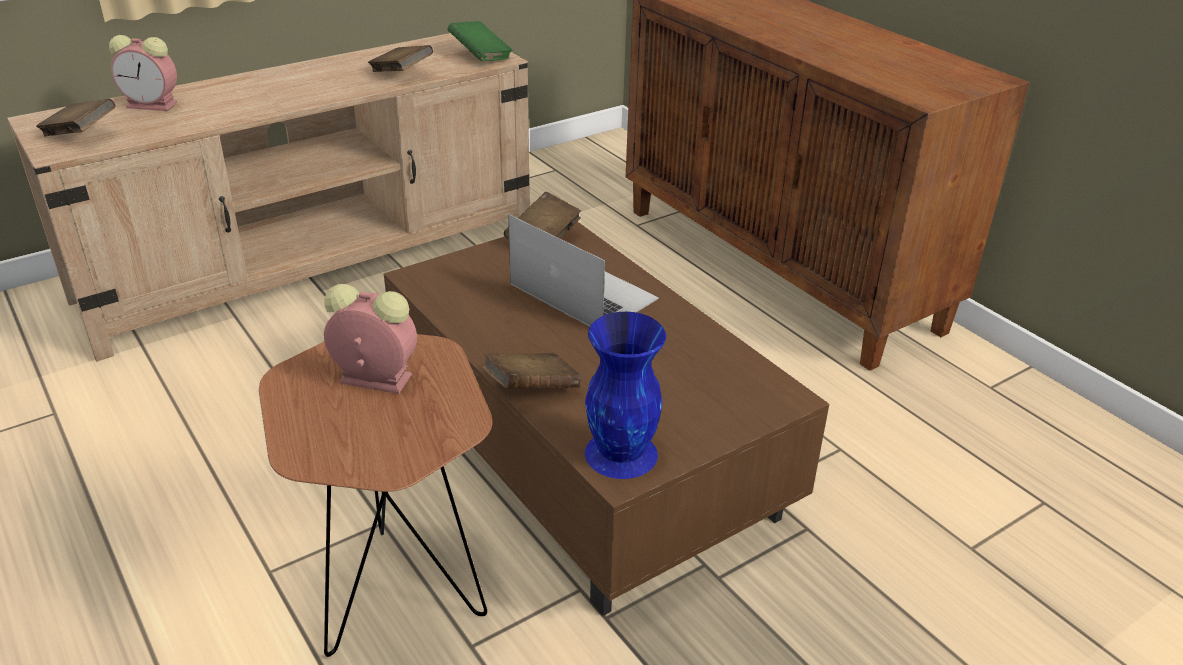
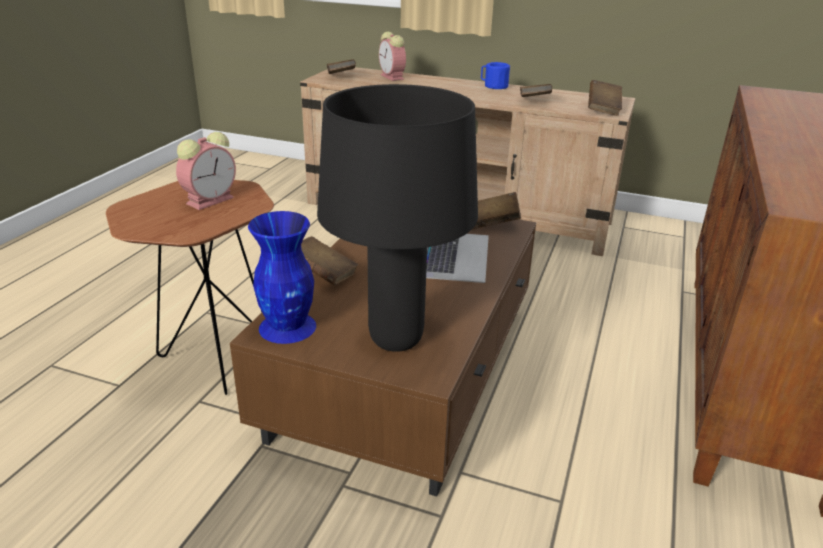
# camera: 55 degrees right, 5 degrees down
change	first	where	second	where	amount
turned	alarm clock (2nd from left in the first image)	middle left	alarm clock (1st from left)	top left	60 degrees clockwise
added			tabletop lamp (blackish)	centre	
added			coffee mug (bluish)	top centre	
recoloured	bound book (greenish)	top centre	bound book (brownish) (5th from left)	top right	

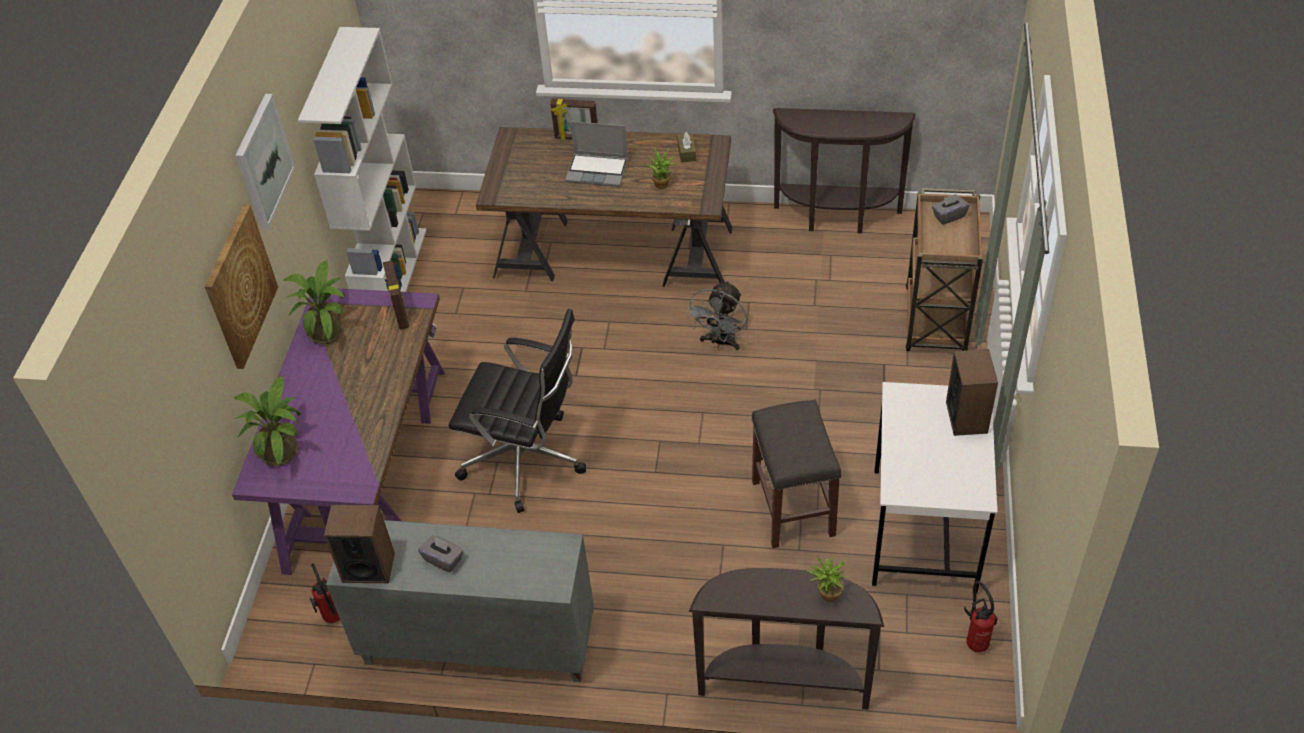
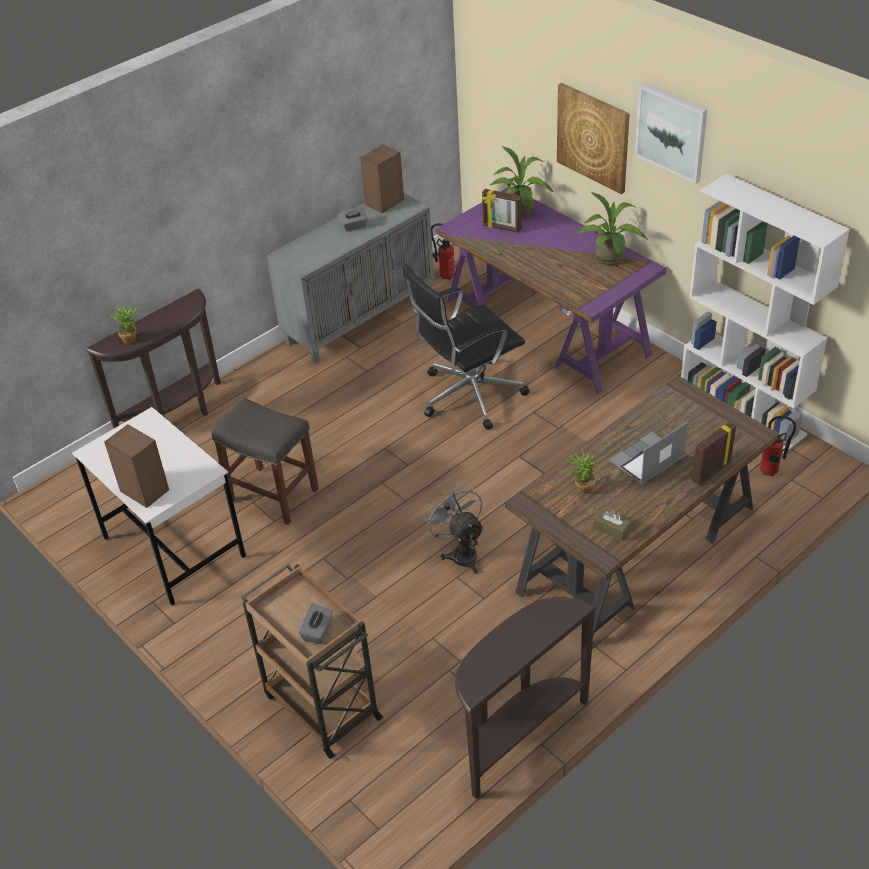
# camera: 130 degrees right, 5 degrees down
change	first	where	second	where	amount
moved	photo frame (1st from left)	middle left		top centre	
moved	fire extinguisher (2nd from left)	bottom right		middle right	

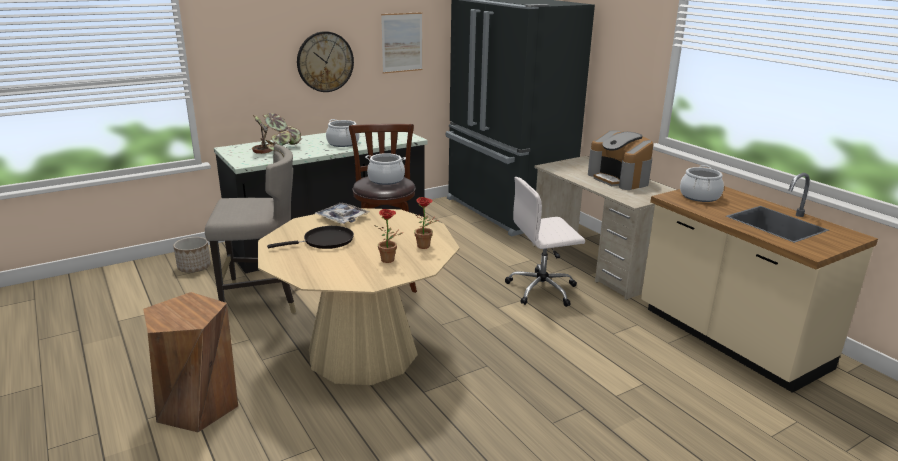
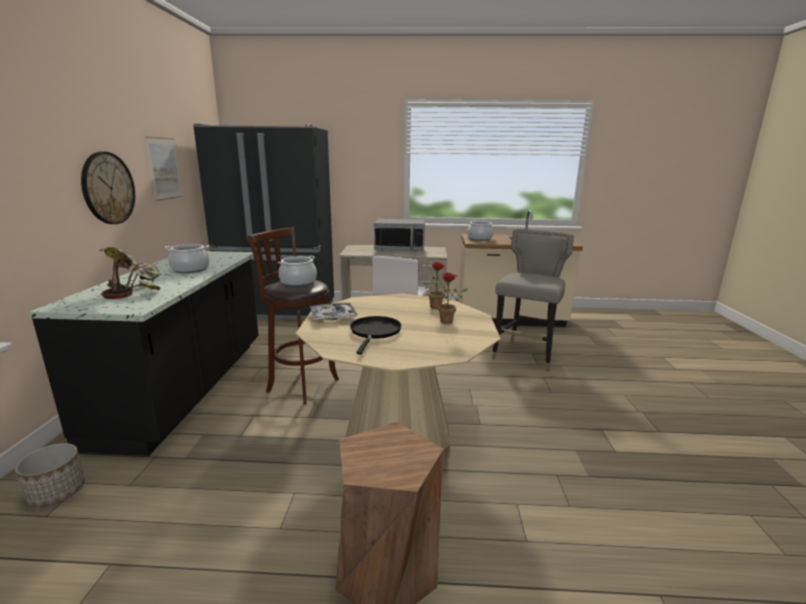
# camera: 55 degrees left, 5 degrees down
change	first	where	second	where	amount
replaced	coffee brewer	middle right	microwave oven	centre	
moved	stool (greyish)	middle left		centre	

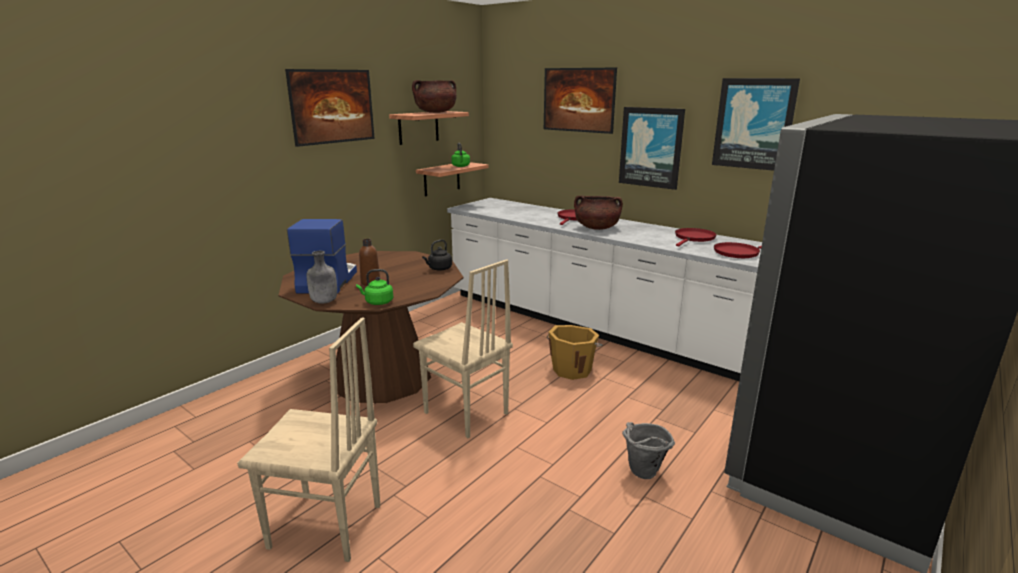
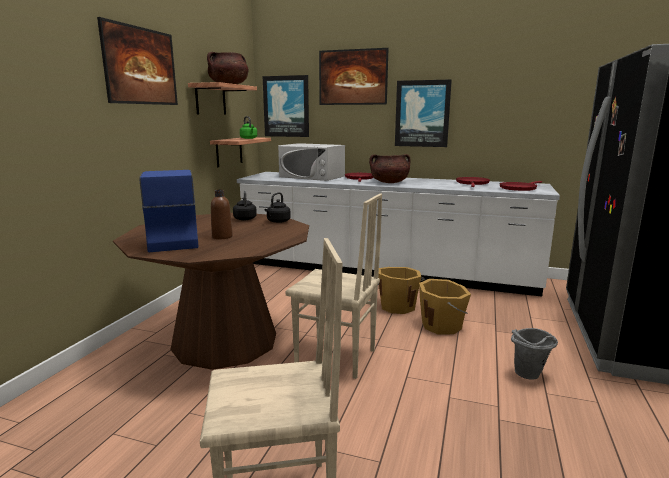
# camera: 20 degrees left, 5 degrees down
change	first	where	second	where	amount
added			water kettle (blackish) (1st from left)	centre	
moved	wall picture (4th from left in the first image)	top right	wall picture (2nd from left)	top centre	
added			microwave oven (whitish)	centre	
added			pail (orangey) (2nd from left)	centre	
removed	drink bottle (greyish)	middle left			
removed	water kettle (greenish) (1st from left)	centre			

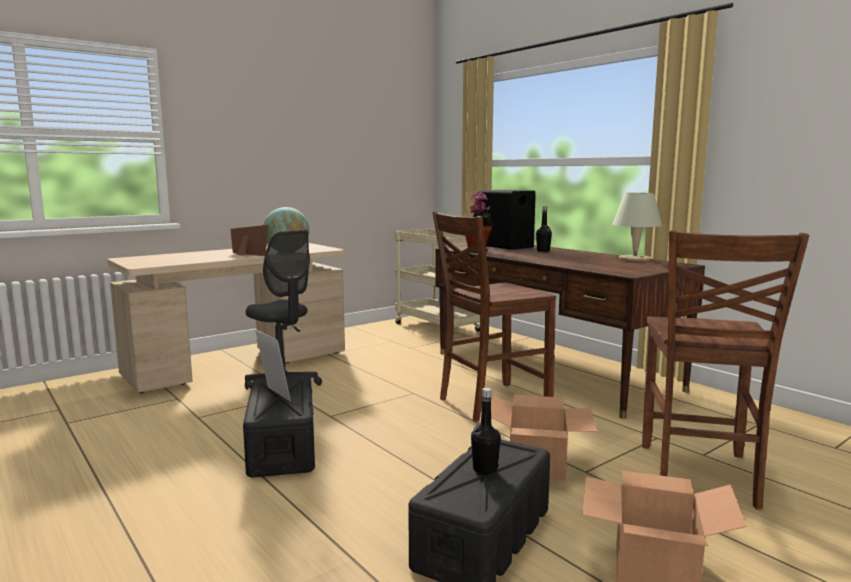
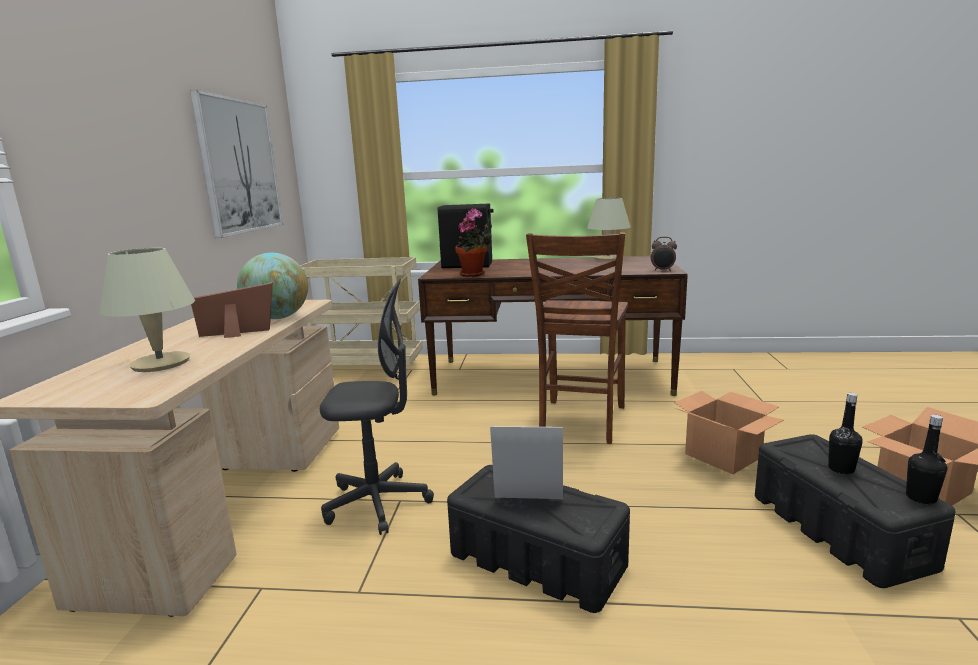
# camera: 45 degrees left, 5 degrees up
change	first	where	second	where	amount
added			tabletop lamp (beige) (1st from left)	middle left	
added			wall picture	top left	
added			alarm clock	middle right	
moved	drink bottle (blackish) (2nd from left)	centre		bottom right	
removed	chair (brownish) (2nd from left)	middle right			

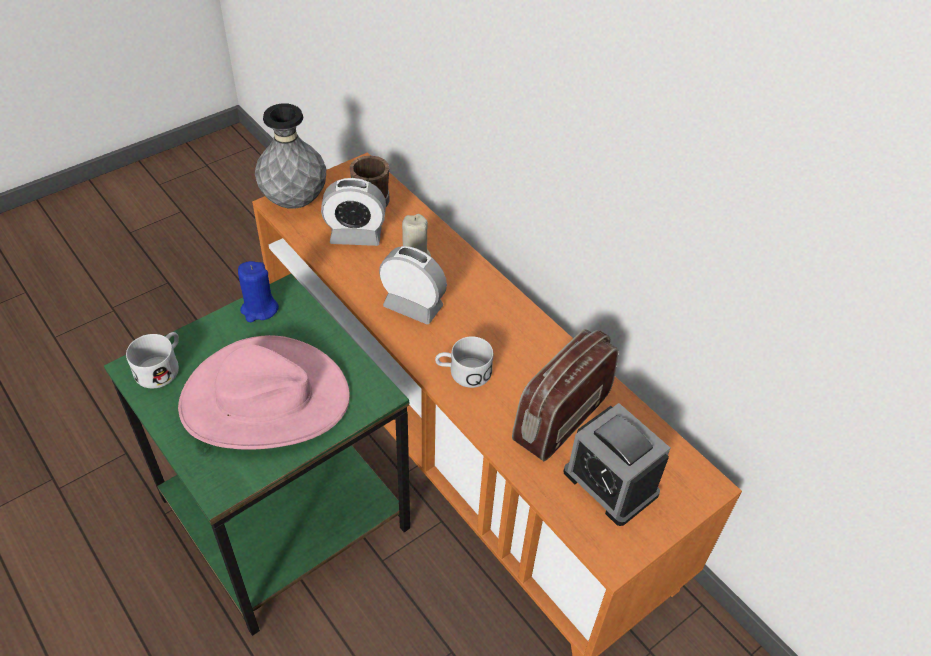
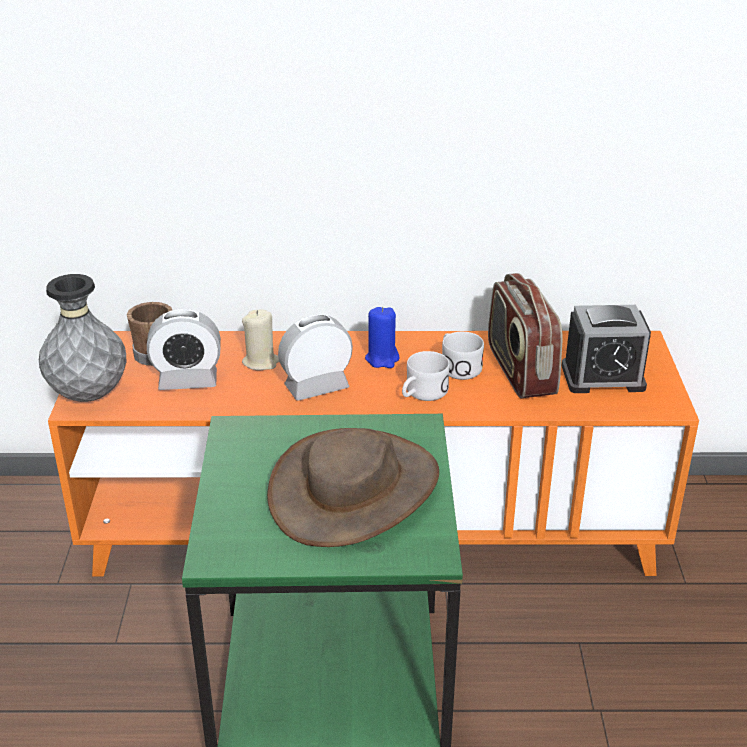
# camera: 50 degrees left, 15 degrees down
change	first	where	second	where	amount
turned	alarm clock (1st from left)	top centre		middle left	45 degrees clockwise
recoloured	clothing hat (pinkish)	middle left	clothing hat (brownish)	centre	
moved	wax light (bluish)	middle left		centre	
moved	coffee mug (whitish) (1st from left in the first image)	middle left	coffee mug (whitish) (2nd from left)	centre	

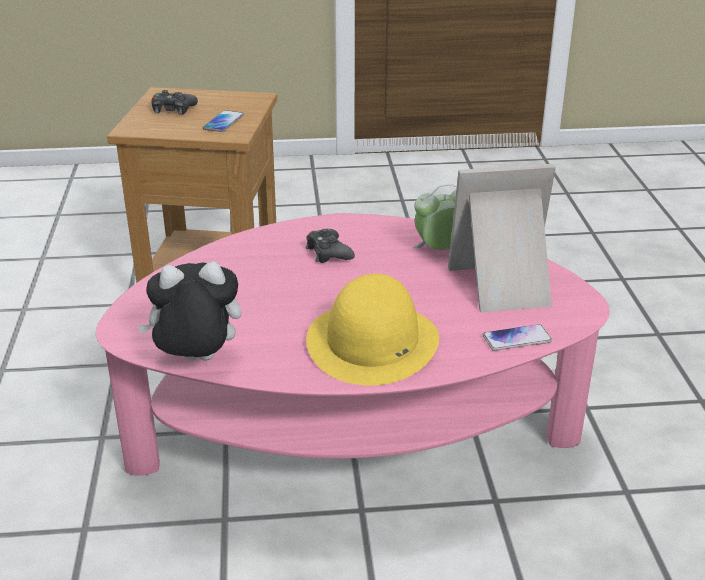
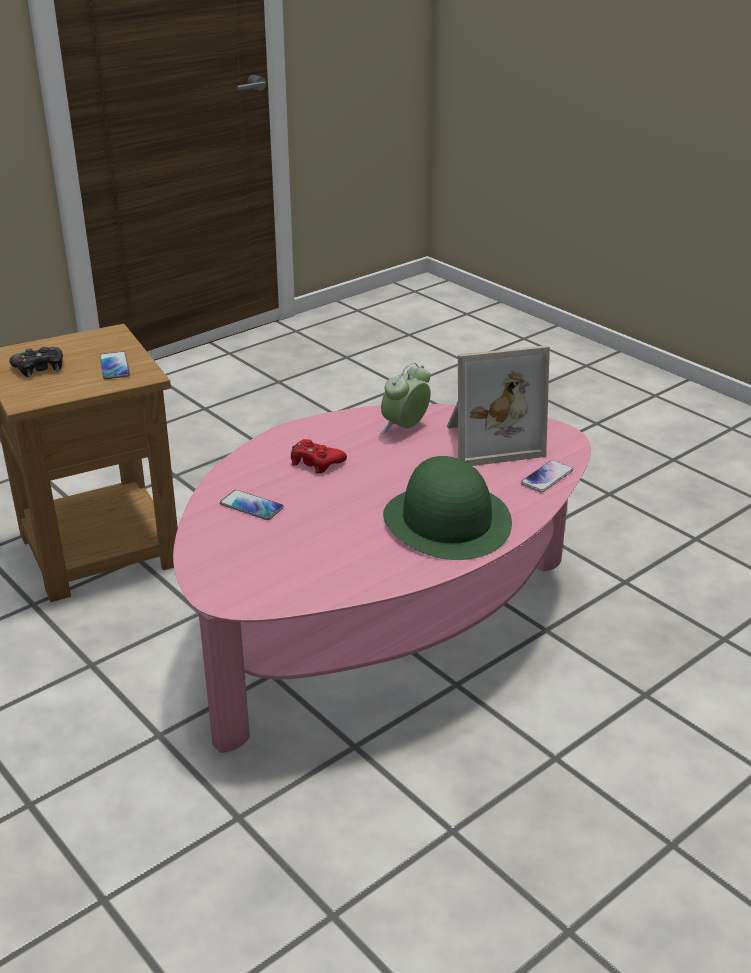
# camera: 35 degrees left, 0 degrees up
change	first	where	second	where	amount
added			phone (2nd from left)	centre	
recoloured	gamepad (blackish) (2nd from left)	centre	gamepad (reddish)	centre	
recoloured	clothing hat (yellow)	centre	clothing hat (greenish)	centre	
turned	photo frame	middle right		centre	150 degrees counterclockwise
removed	plush toy	middle left			

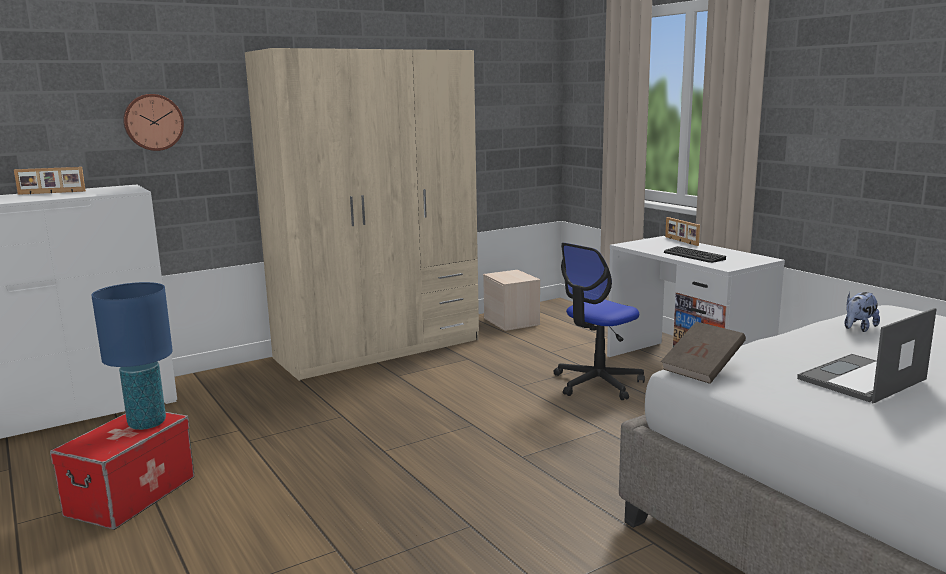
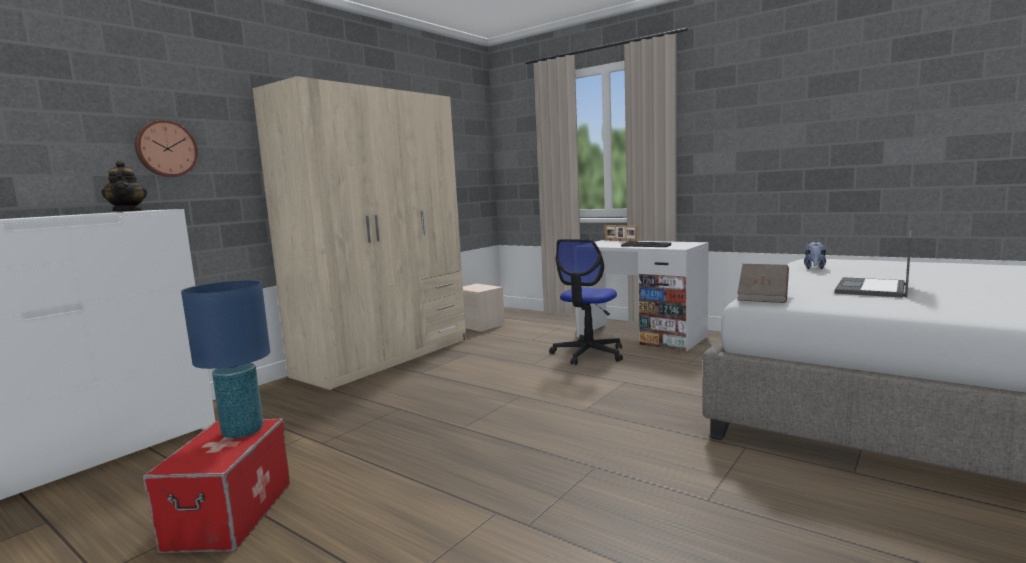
# camera: 20 degrees left, 5 degrees down
change	first	where	second	where	amount
added			tea pot	top left	
removed	photo frame (1st from left)	top left			

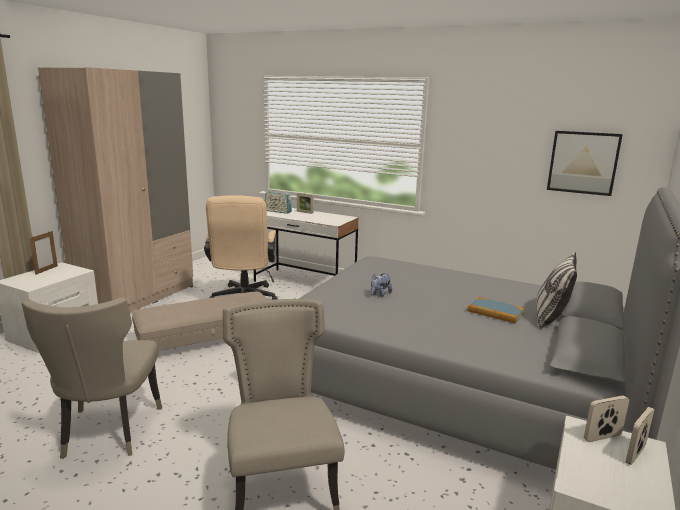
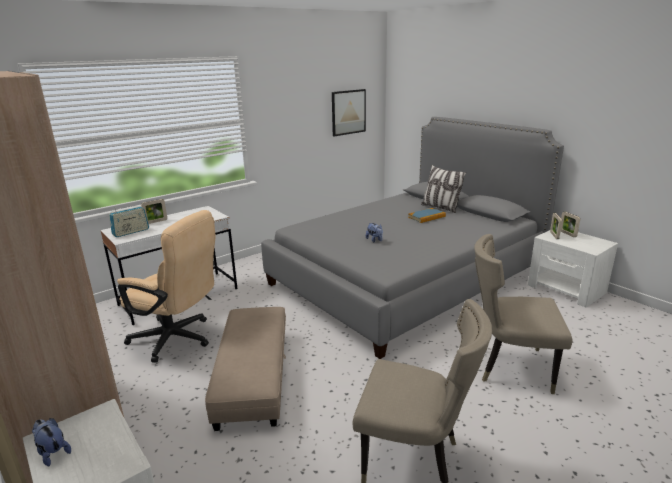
# camera: 65 degrees left, 5 degrees up
change	first	where	second	where	amount
replaced	photo frame (1st from left)	middle left	plush toy (1st from left)	bottom left	

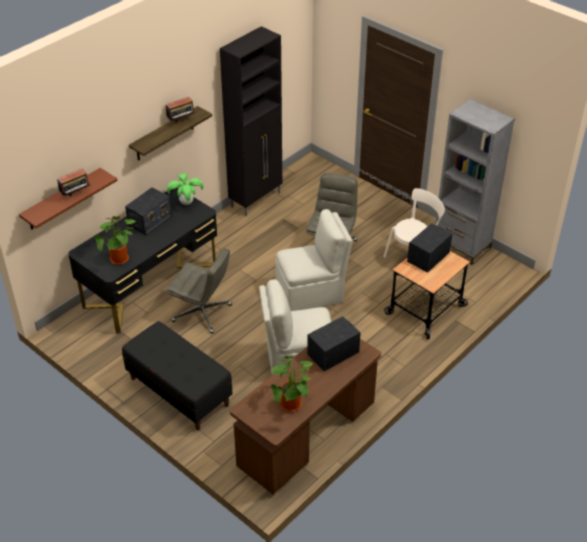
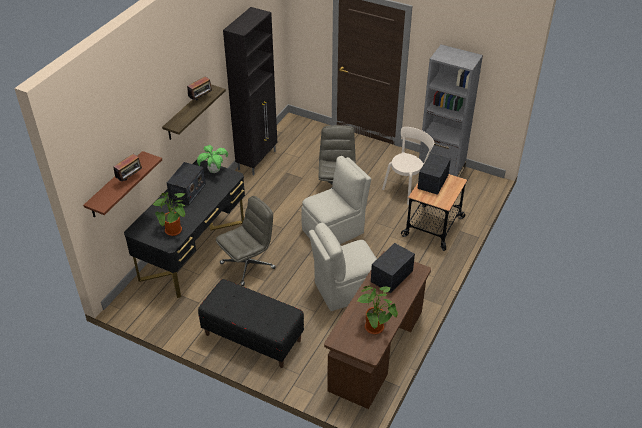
# camera: 15 degrees left, 0 degrees up
change	first	where	second	where	amount
turned	computer chair (greyish) (1st from left)	centre		centre	45 degrees counterclockwise

